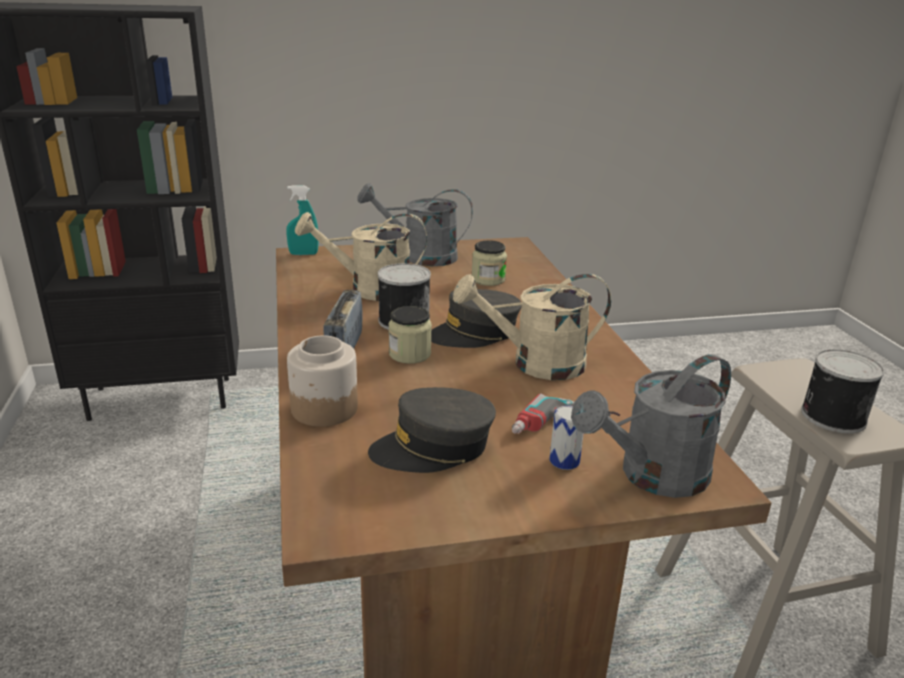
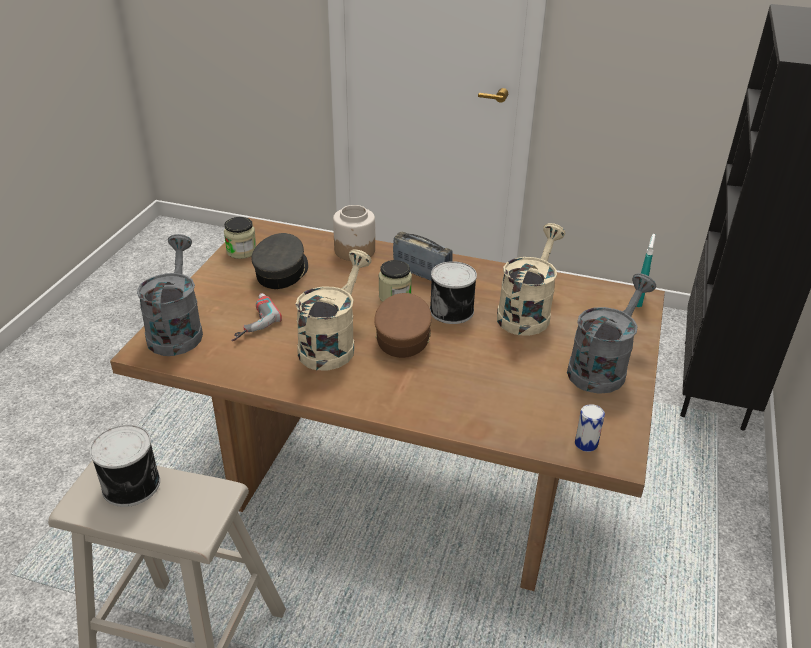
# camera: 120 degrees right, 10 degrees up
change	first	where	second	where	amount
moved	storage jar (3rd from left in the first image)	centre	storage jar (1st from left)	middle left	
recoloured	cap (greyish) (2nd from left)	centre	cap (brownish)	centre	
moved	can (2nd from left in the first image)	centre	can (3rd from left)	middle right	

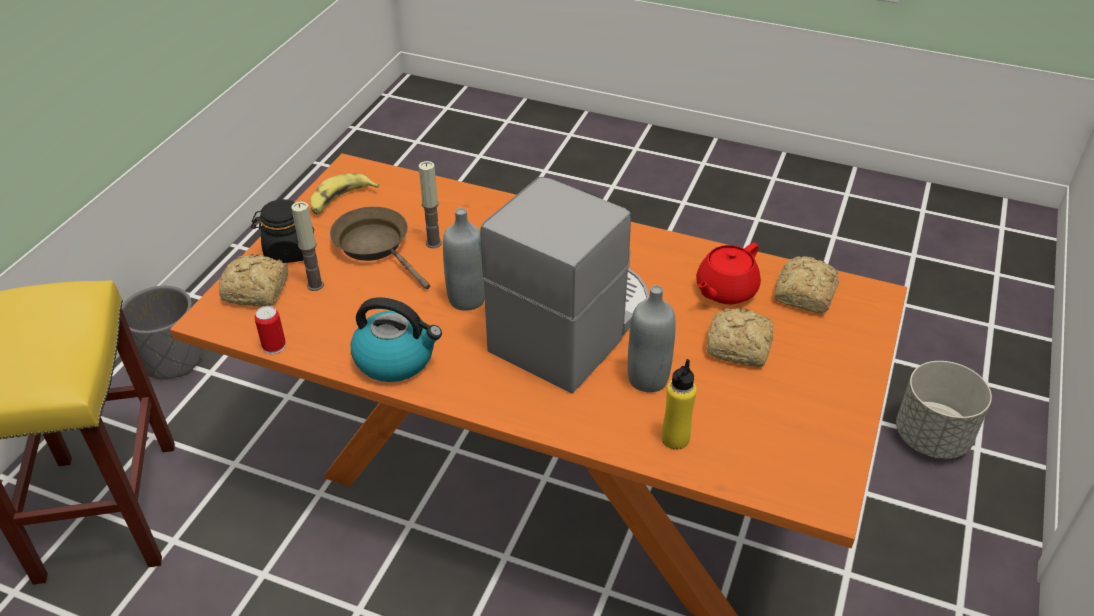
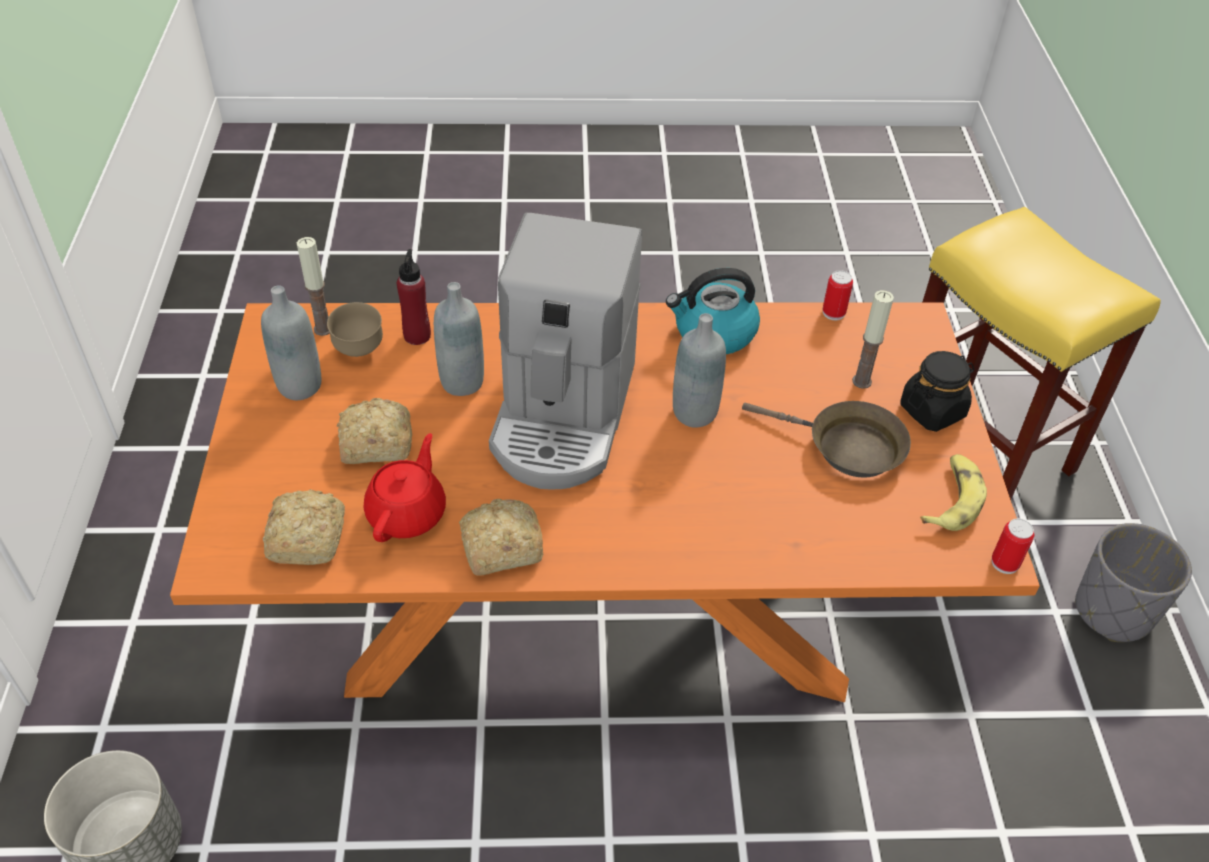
# camera: 155 degrees right, 5 degrees up
change	first	where	second	where	amount
added			drink bottle (greyish) (1st from left)	middle left	
moved	wax light (2nd from left in the first image)	top centre	wax light (1st from left)	top left	
added			serving bowl (brownish)	middle left	
recoloured	drink bottle (yellow)	centre	drink bottle (reddish)	centre	
moved	baked bread (1st from left in the first image)	middle left	baked bread (3rd from left)	centre	
added			can (2nd from left)	middle right	

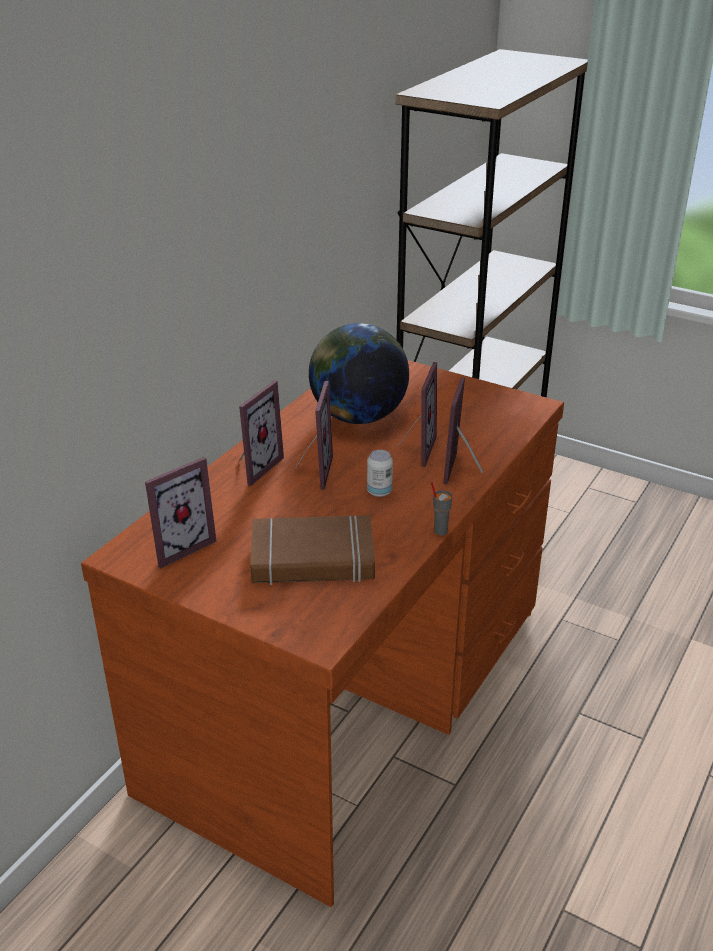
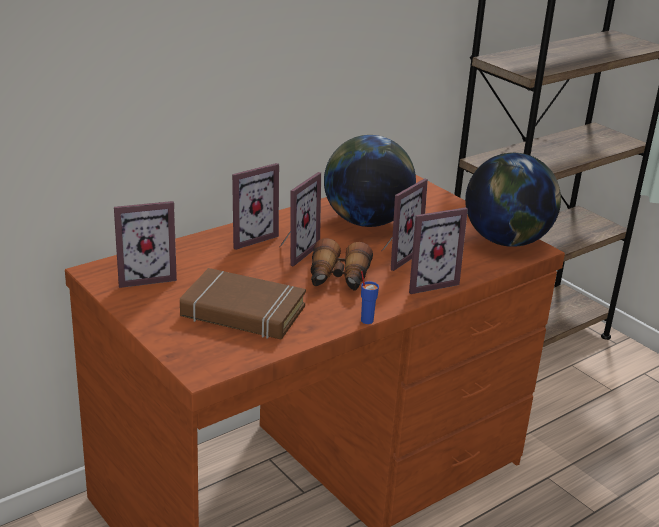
# camera: 20 degrees right, 5 degrees down
change	first	where	second	where	amount
replaced	can	centre	pair of binoculars	centre	
recoloured	small cup (greyish)	centre	small cup (bluish)	centre	
turned	photo frame (5th from left)	centre		centre	150 degrees counterclockwise
added			world globe (2nd from left)	middle right	

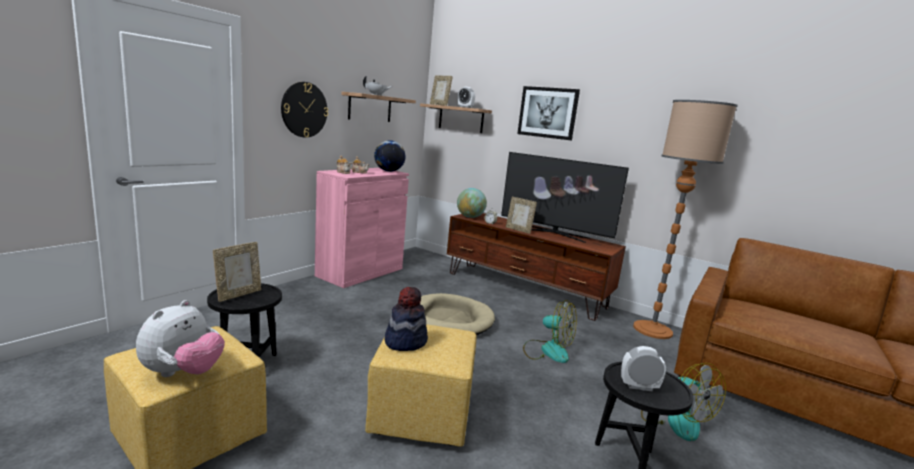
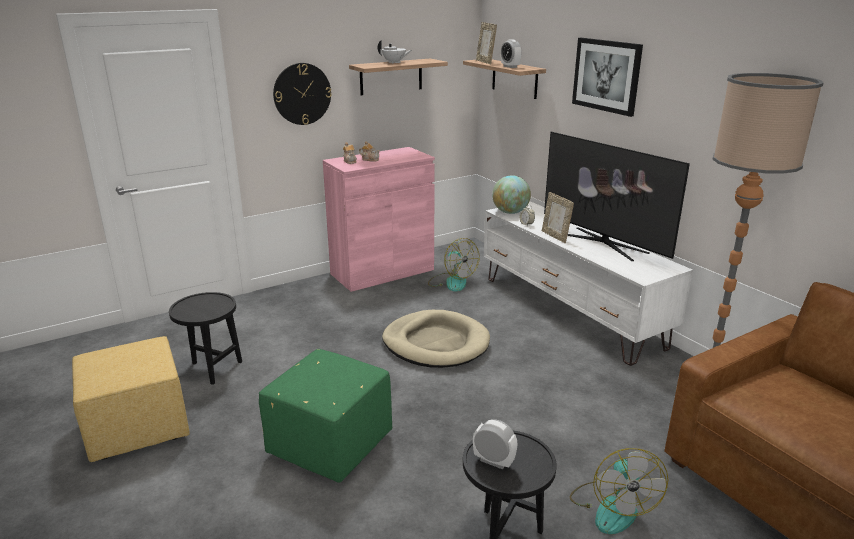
# camera: 25 degrees right, 10 degrees up
change	first	where	second	where	amount
recoloured	pouffe (yellow) (2nd from left)	bottom centre	pouffe (greenish)	bottom centre	
moved	cooling fan (1st from left)	bottom centre		centre	
recoloured	tv unit (brownish)	centre	tv unit (whitish)	middle right	
removed	plush toy	bottom left			
removed	photo frame (1st from left)	middle left			
removed	world globe (1st from left)	top centre			
removed	clothing hat	bottom centre			

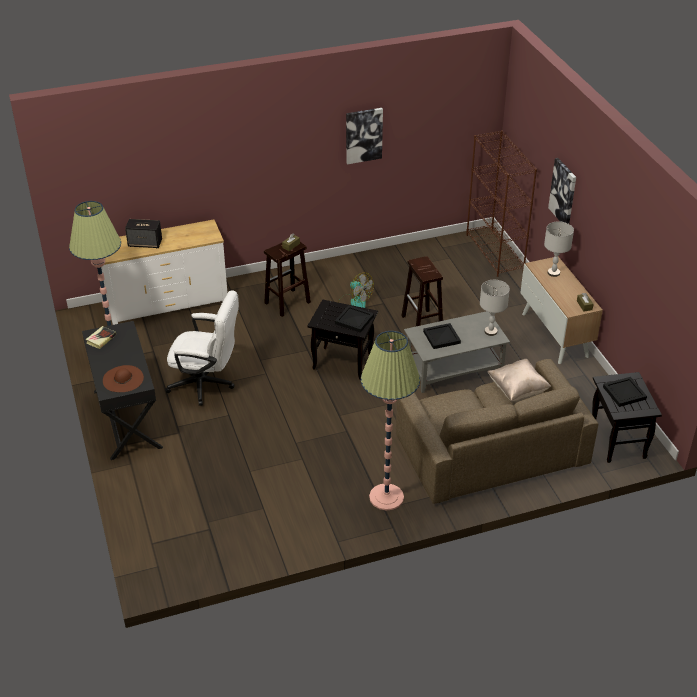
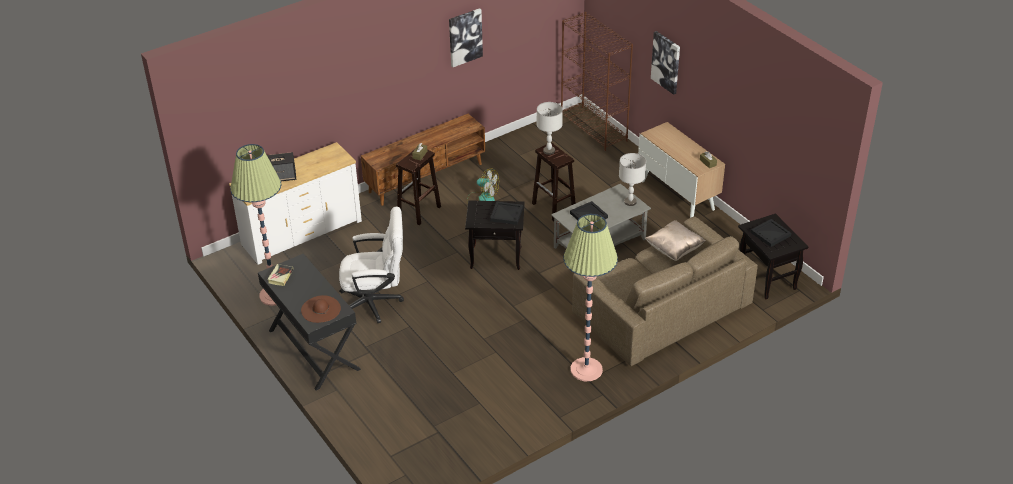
# camera: 15 degrees left, 0 degrees up
change	first	where	second	where	amount
added			tv unit (brownish)	top centre	
moved	tabletop lamp (greyish) (2nd from left in the first image)	middle right	tabletop lamp (greyish) (1st from left)	top centre	

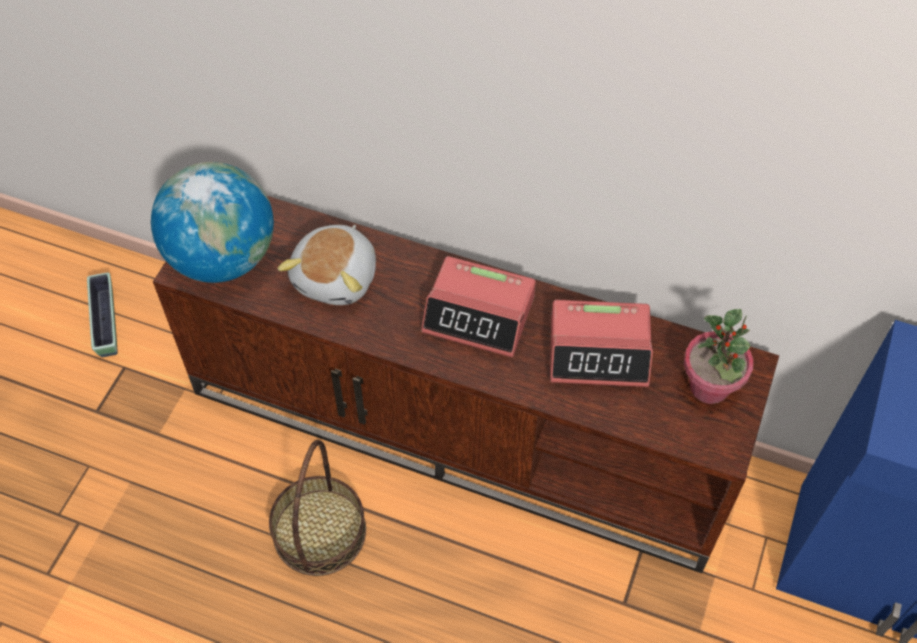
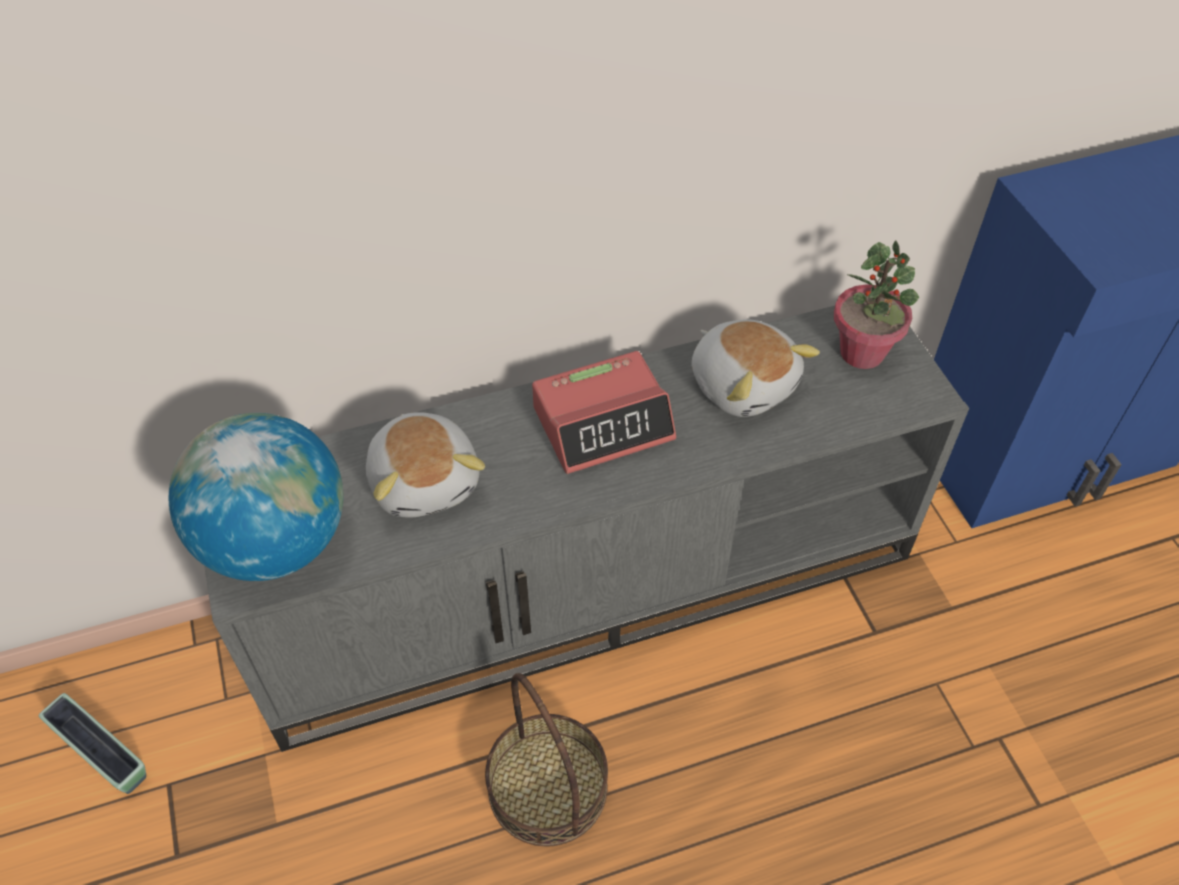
# camera: 40 degrees left, 5 degrees down
change	first	where	second	where	amount
recoloured	tv unit (brownish)	centre	tv unit (greyish)	centre	
replaced	alarm clock (2nd from left)	centre	plush toy (2nd from left)	centre	

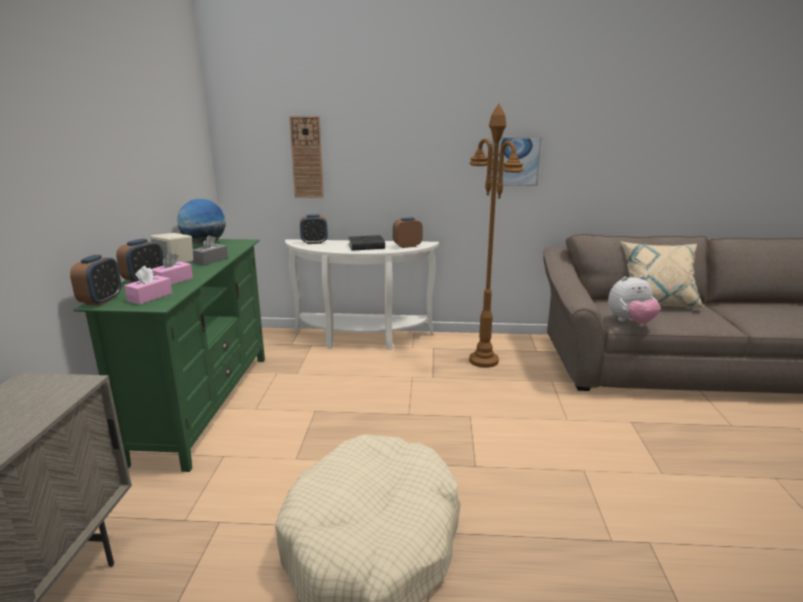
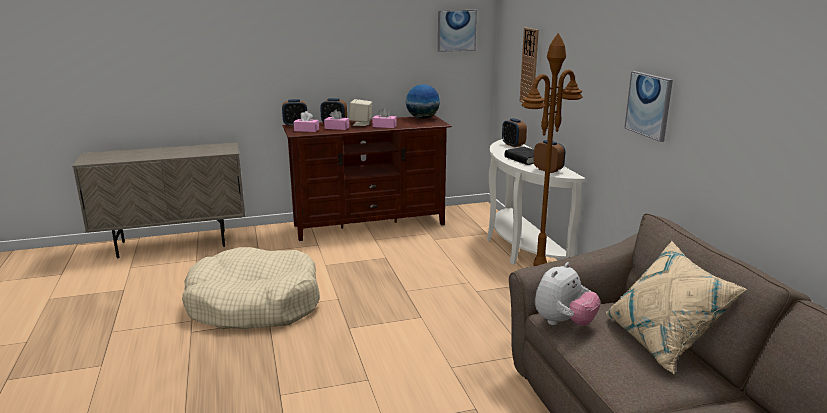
# camera: 70 degrees right, 0 degrees up
change	first	where	second	where	amount
recoloured	tv unit (greenish)	middle left	tv unit (brownish)	centre	
recoloured	tissue holder (greyish)	middle left	tissue holder (pinkish) (3rd from left)	top centre	
added			wall picture (1st from left)	top centre	
turned	plush toy	middle right		bottom right	105 degrees counterclockwise

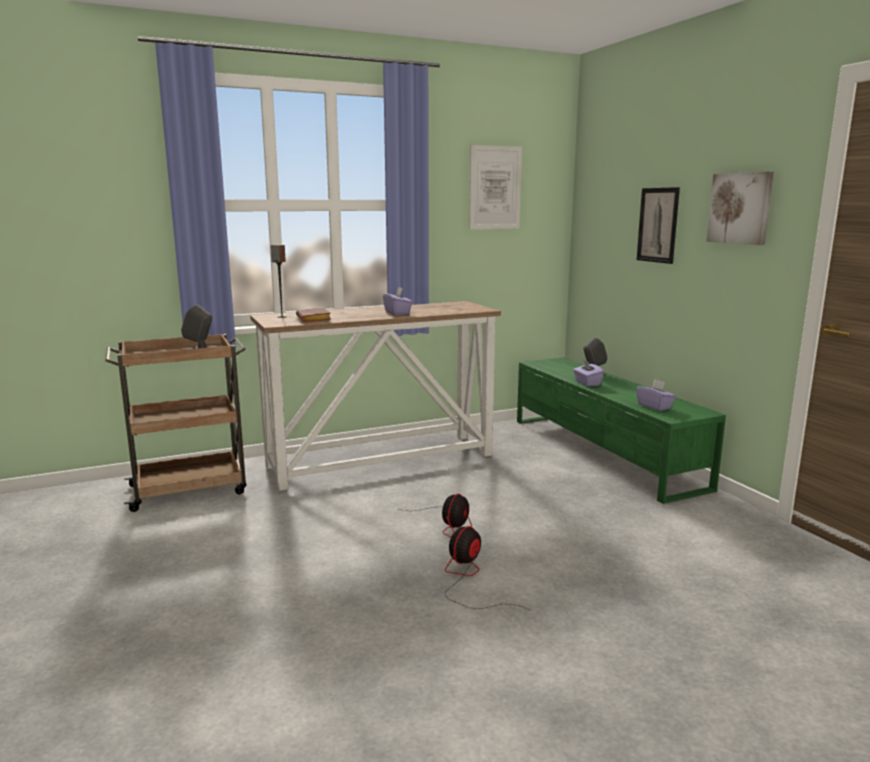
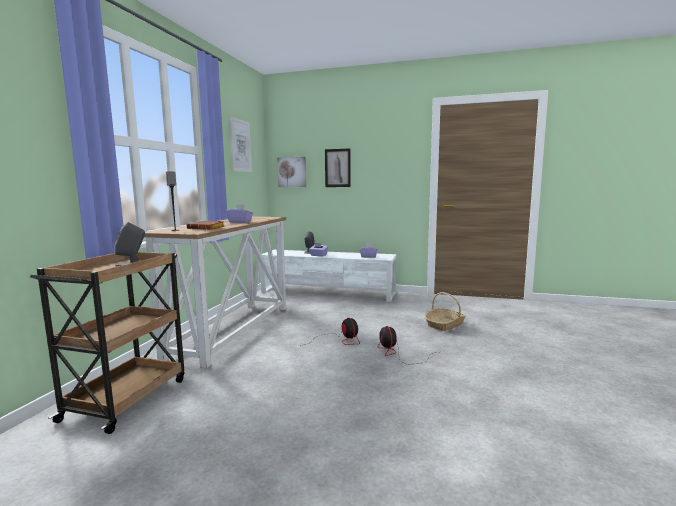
# camera: 50 degrees left, 5 degrees down
change	first	where	second	where	amount
recoloured	tv unit (greenish)	middle right	tv unit (whitish)	centre	
moved	wall picture (3rd from left in the first image)	top right	wall picture (2nd from left)	centre	
added			household basket	centre	

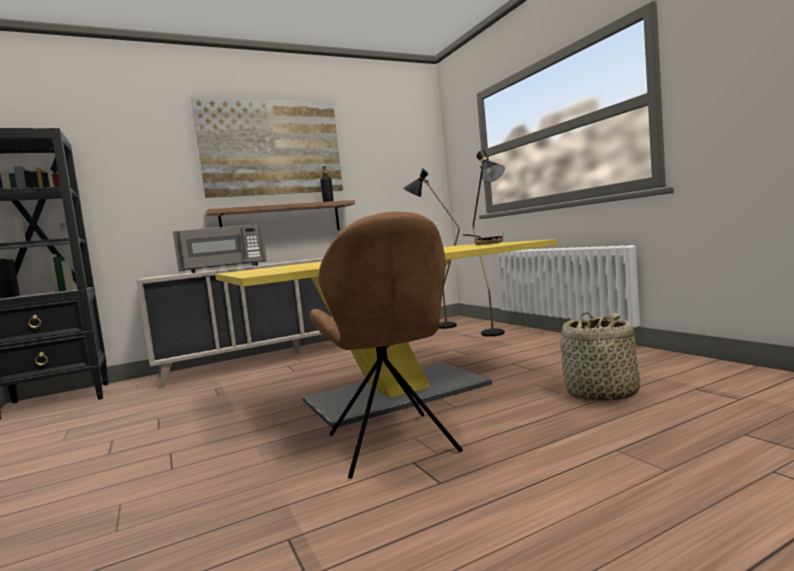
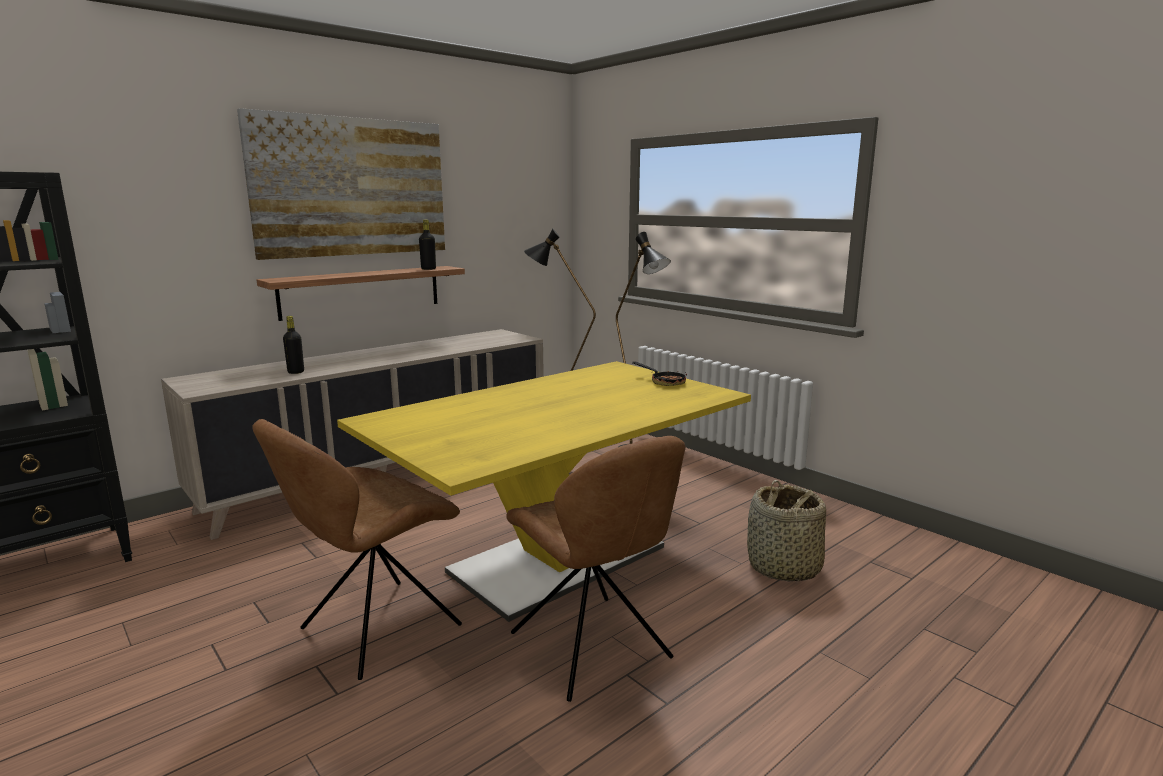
# camera: 15 degrees left, 10 degrees up
change	first	where	second	where	amount
added			chair (brownish) (1st from left)	bottom left	
replaced	microwave oven (greyish)	middle left	drink bottle (blackish) (1st from left)	middle left	

